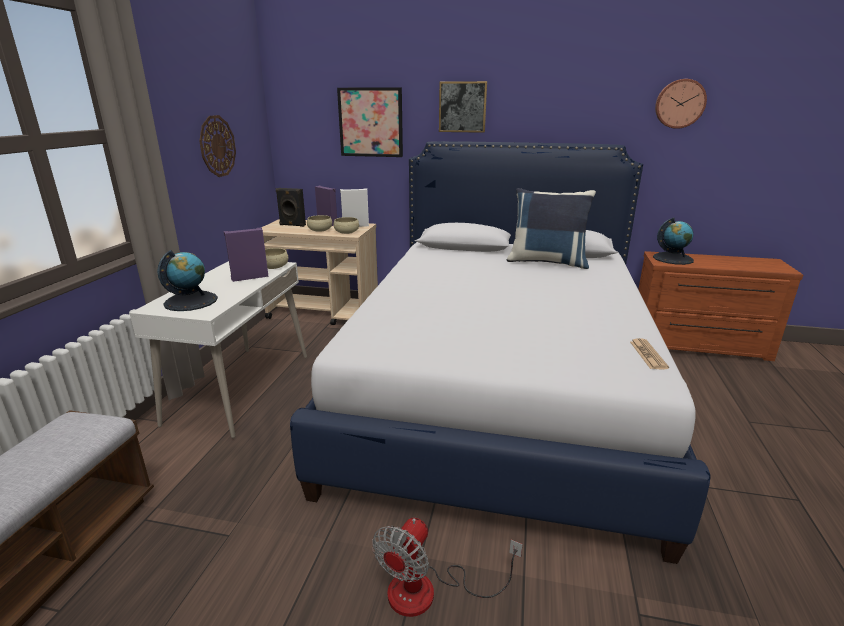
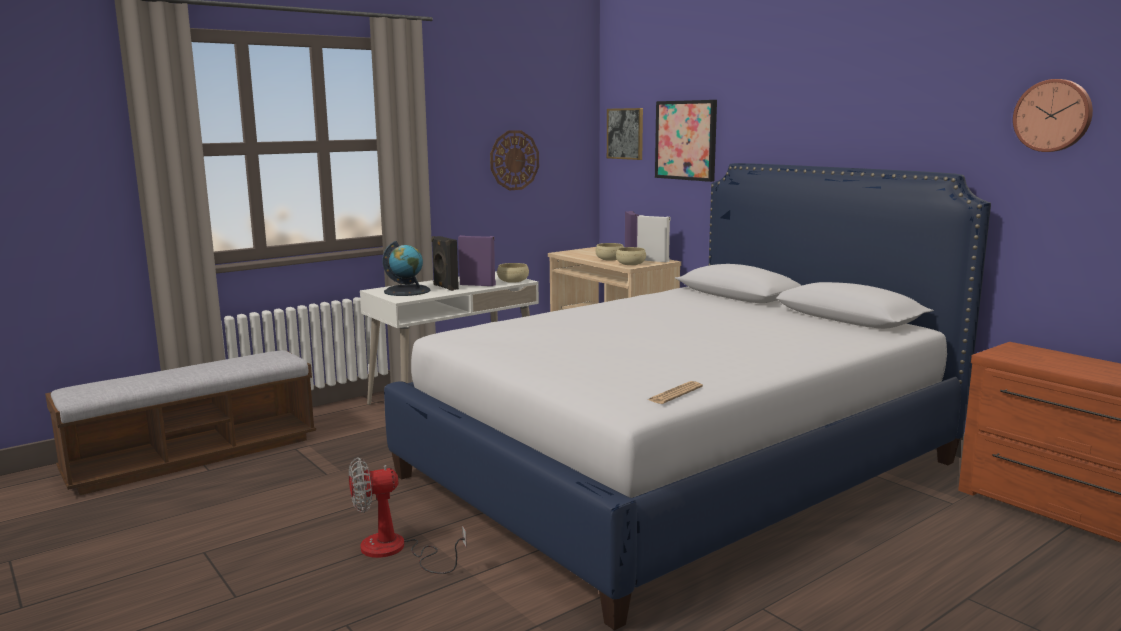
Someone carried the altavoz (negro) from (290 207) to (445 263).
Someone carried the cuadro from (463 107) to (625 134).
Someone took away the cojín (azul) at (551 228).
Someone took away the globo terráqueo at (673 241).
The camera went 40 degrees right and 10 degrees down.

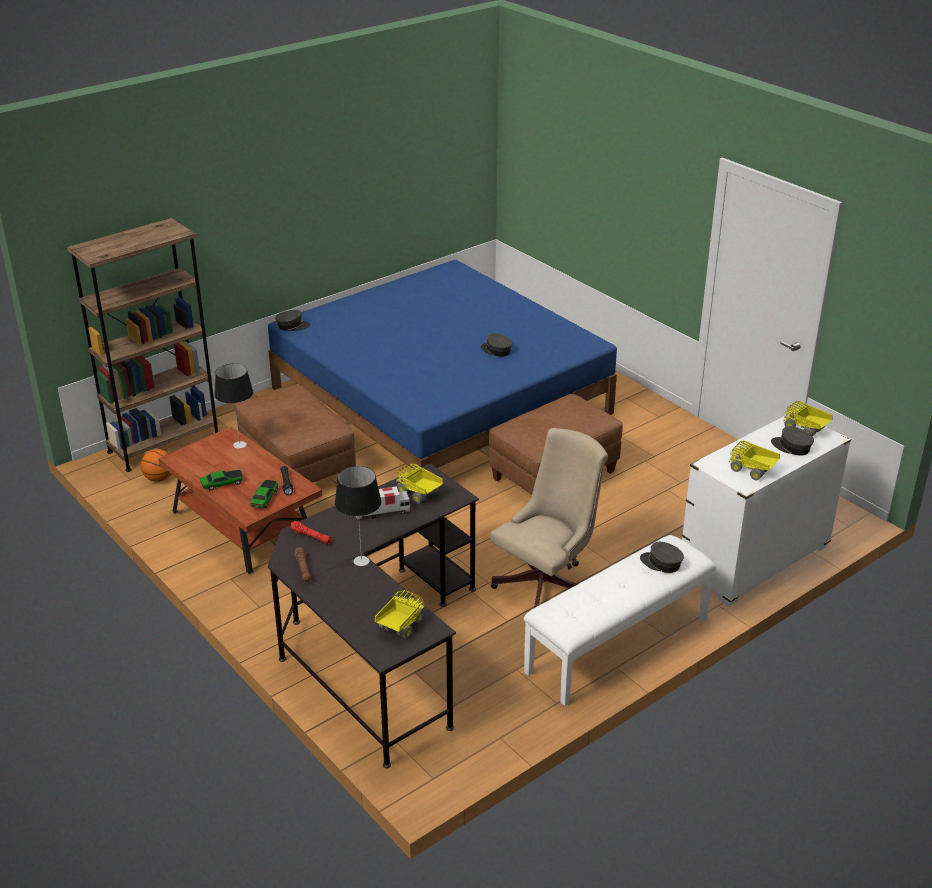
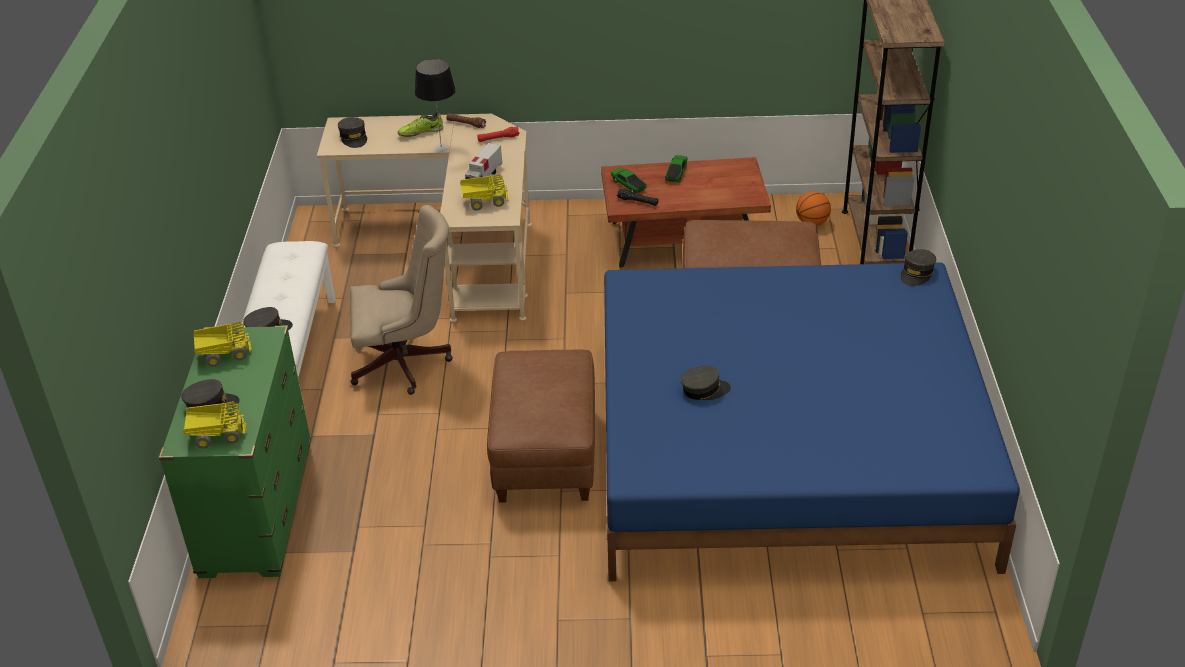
Someone repainted the cómoda (blanco) at (766 510), which became the cómoda (verde) at (235 451).
Someone repainted the escritorio (negro) at (373 615), which became the escritorio (beis) at (424 218).
Someone swapped the camión de juguete at (399 614) for the gorra (gris) at (352 132).
Someone rotated the silla de oficina (beis) at (549 518) by 90 degrees counterclockwise.
Someone put down the zapato at (420 124).
Someone took away the lámpara de mesa at (233 405).
The camera went 130 degrees right and 5 degrees up.

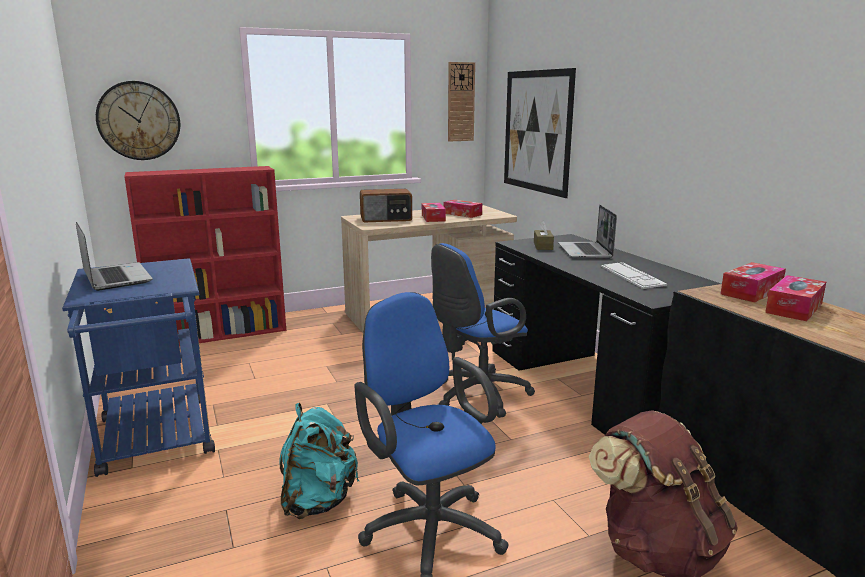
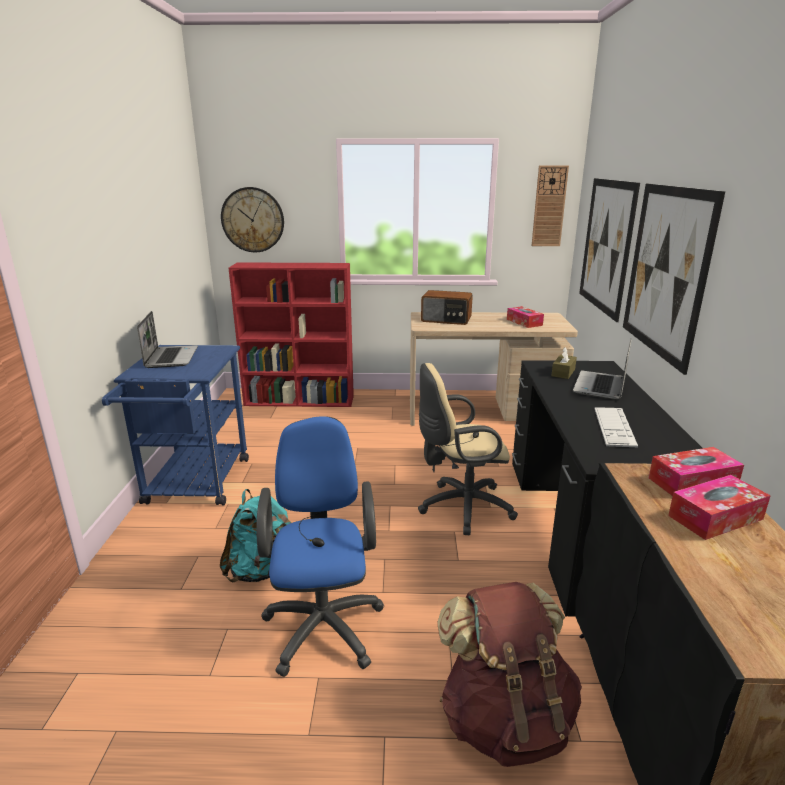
Someone repainted the silla de oficina (azul) at (483 330), which became the silla de oficina (beis) at (468 449).
Someone put up the cuadro at (674 279).
Someone took away the caja de pañuelos at (434 212).
The camera went 25 degrees right and 5 degrees up.

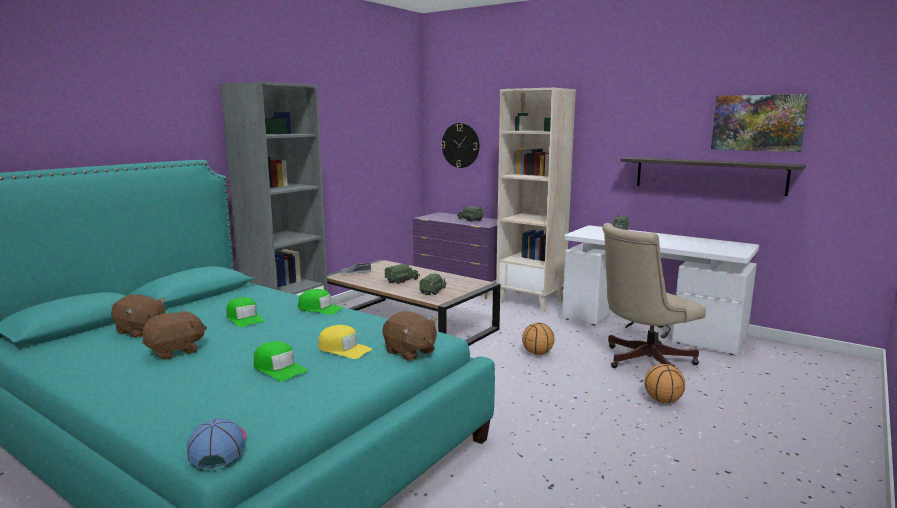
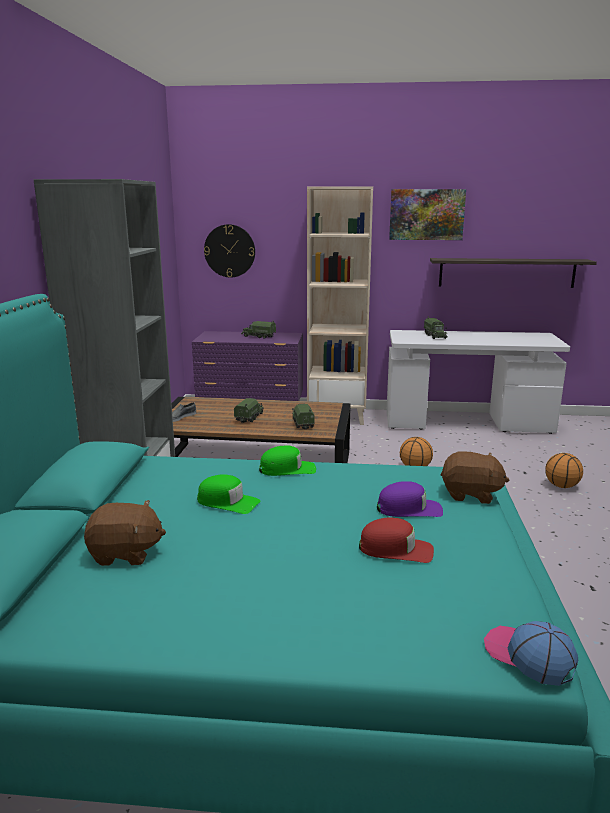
Someone repainted the gorra (verde) at (281 361), which became the gorra (rojo) at (396 540).
Someone repainted the gorra (amarillo) at (345 342), which became the gorra (morado) at (410 499).
Someone carried the cuadro from (760 123) to (427 214).
Someone took away the peluche (marrón) at (174 335).
Someone took away the silla de oficina (beis) at (654 295).
The camera went 30 degrees left and 5 degrees up.

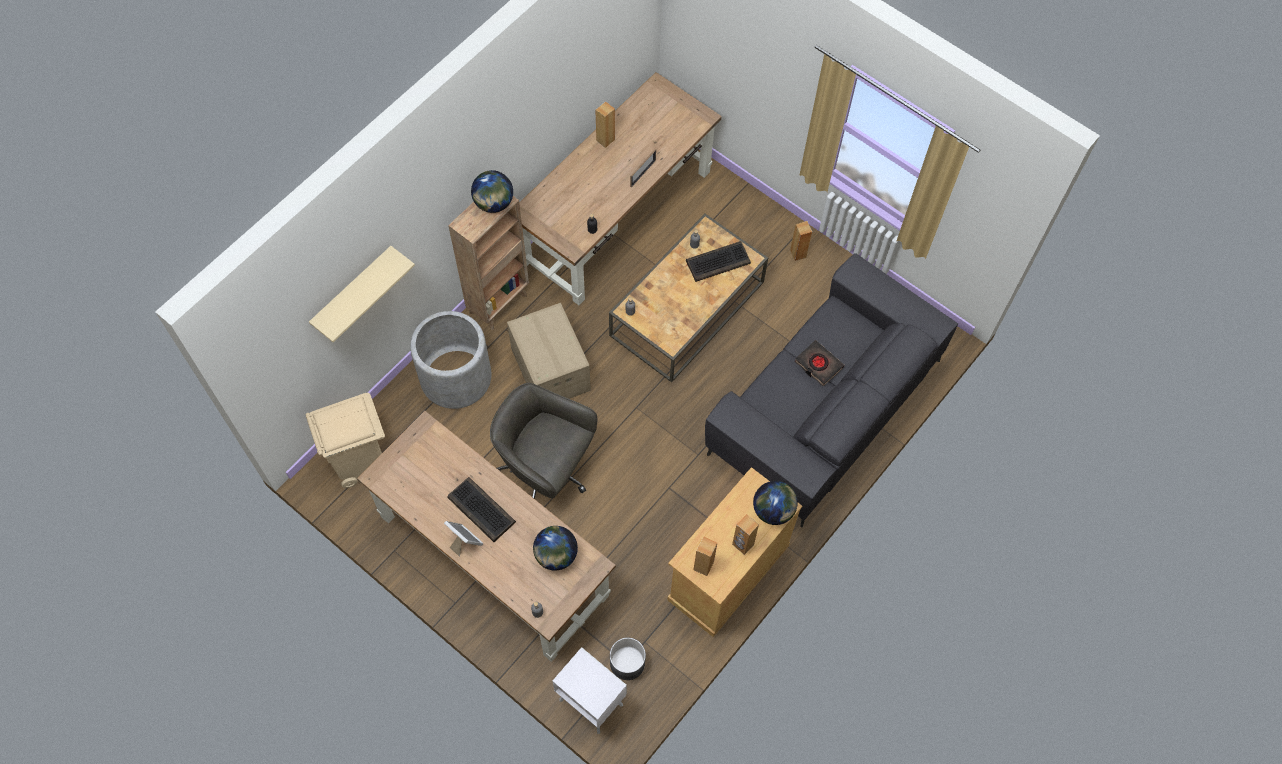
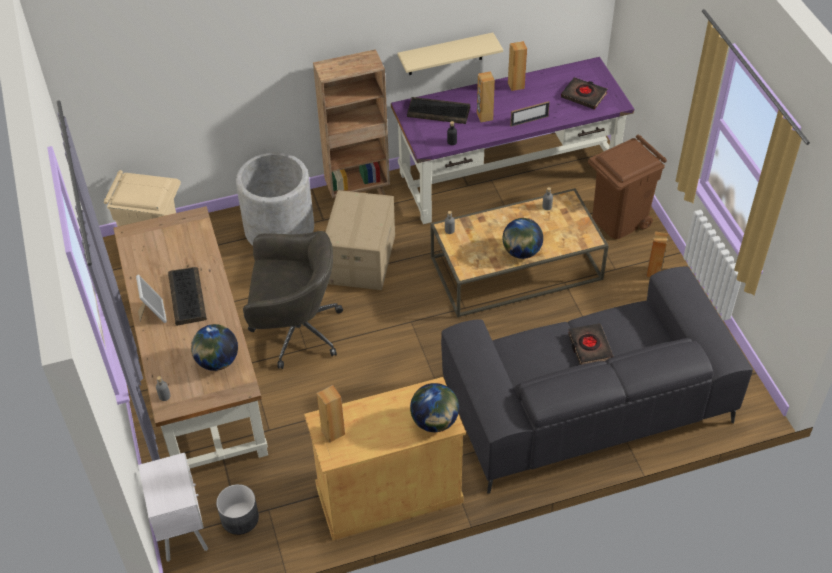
Someone rotated the silla de oficina (gris) at (543 441) by 120 degrees clockwise.
Someone repainted the escritorio (marrón) at (620 188), which became the escritorio (morado) at (512 140).
Someone carried the estante (beis) from (362 294) to (450 54).
Someone carried the teclado from (718 261) to (438 110).
Someone carried the altavoz (marrón) from (745 534) to (486 96).
Someone carried the globo terráqueo from (492 191) to (523 238).
Someone put down the libro (negro) at (584 93).
Someone put down the papelera (marrón) at (627 187).
The camera went 35 degrees right and 15 degrees down.

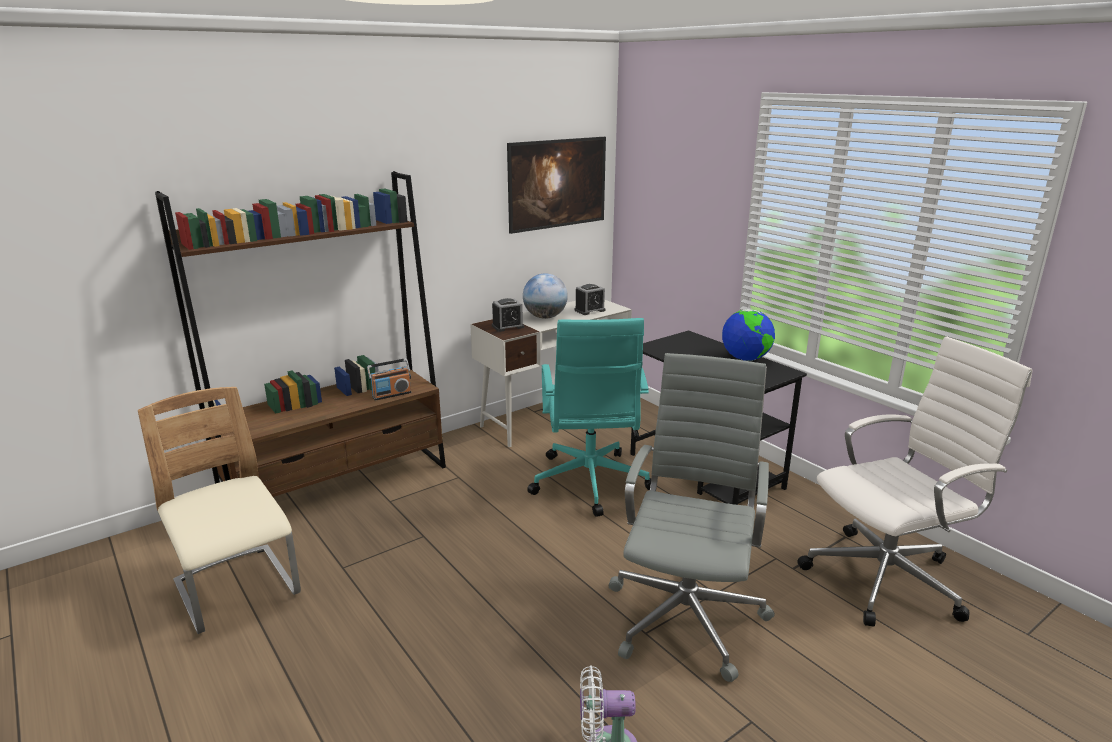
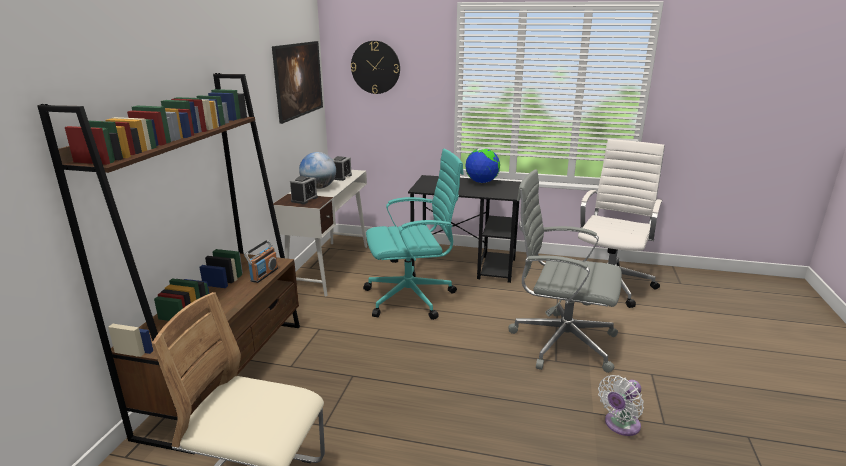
Someone put up the reloj de pared at (375 67).
Someone rotated the silla de oficina (turquesa) at (589 417) by 60 degrees counterclockwise.
Someone rotated the silla de oficina (gris) at (692 517) by 45 degrees counterclockwise.
The camera went 40 degrees left and 0 degrees up.

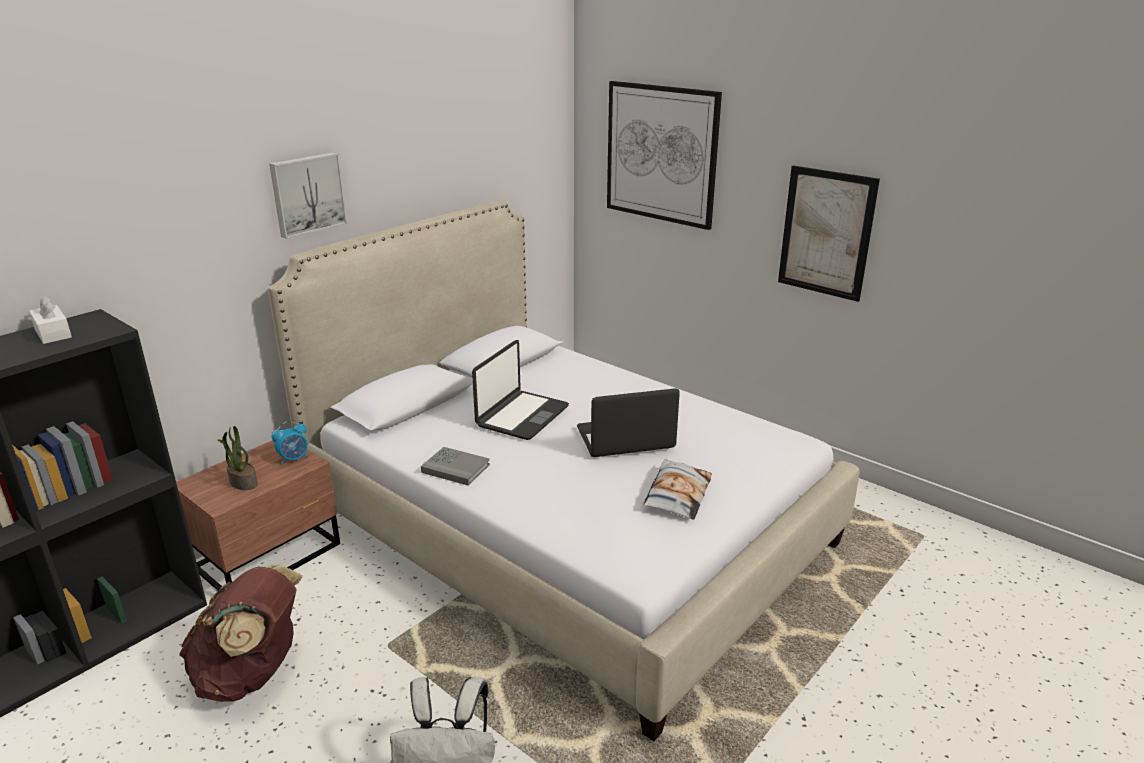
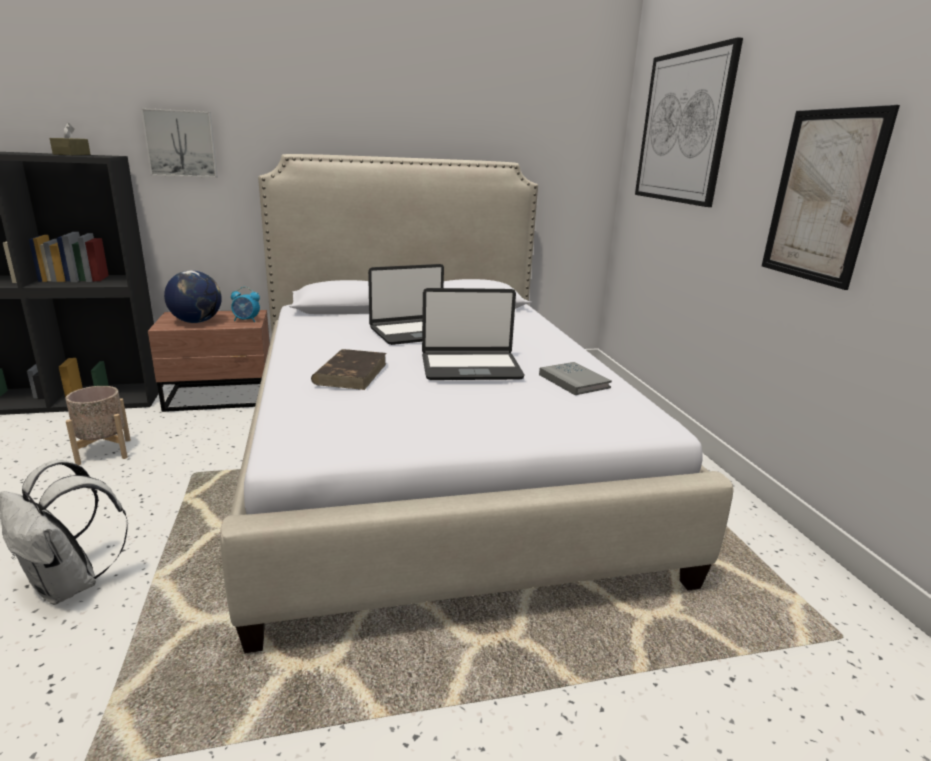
Someone repainted the caja de pañuelos (blanco) at (50 319), which became the caja de pañuelos (marrón) at (70 138).
Someone swapped the mochila (marrón) at (241 633) for the maceta (beis) at (98 425).
Someone carried the cuadro from (308 195) to (179 143).
Someone swapped the planta en maceta at (238 458) for the globo terráqueo at (193 296).
Someone put down the libro (marrón) at (349 369).
Someone rotated the portátil at (628 422) by 150 degrees clockwise.
Someone carried the libro (gris) from (455 466) to (575 378).
Someone took away the cojín at (677 489).
The camera went 35 degrees right and 5 degrees down.

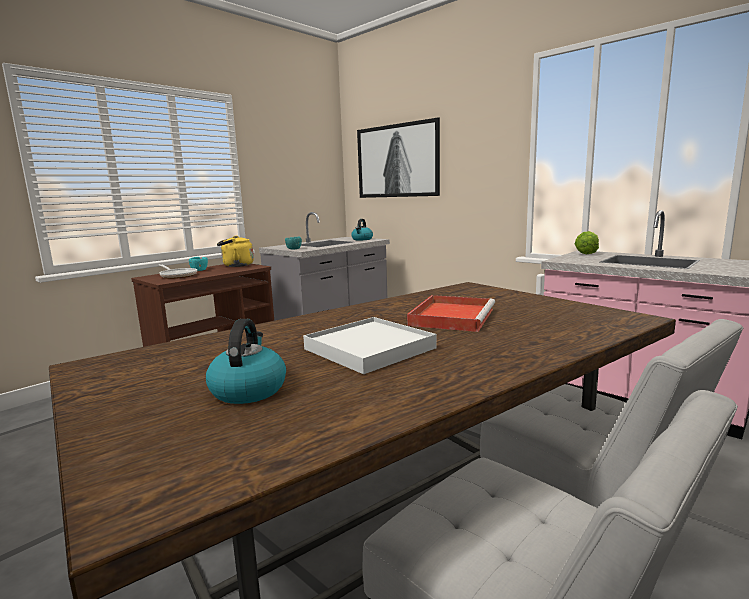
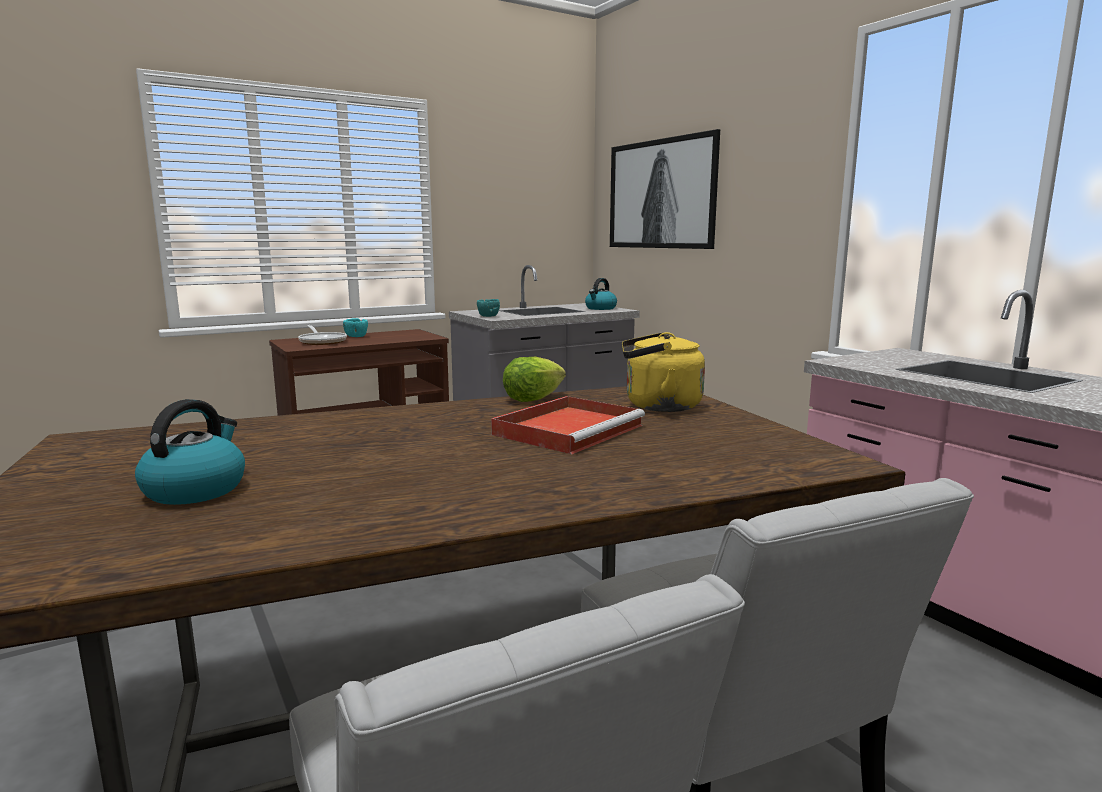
Someone carried the lechuga from (587 242) to (534 379).
Someone carried the hervidor (amarillo) from (235 251) to (663 372).
Someone took away the bandeja (blanco) at (370 345).
The camera went 15 degrees right and 0 degrees up.

